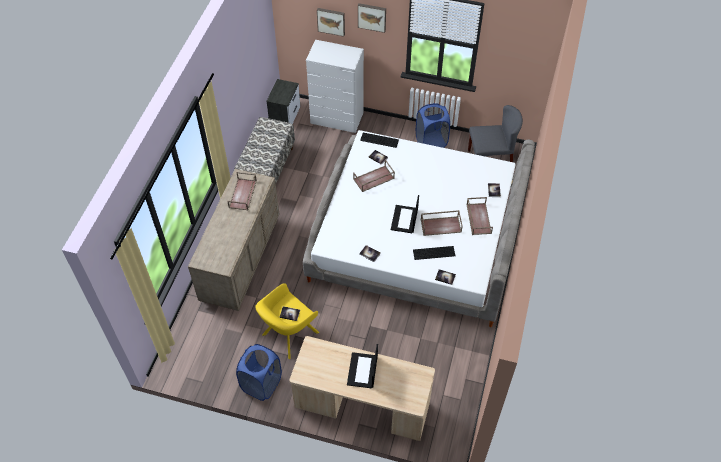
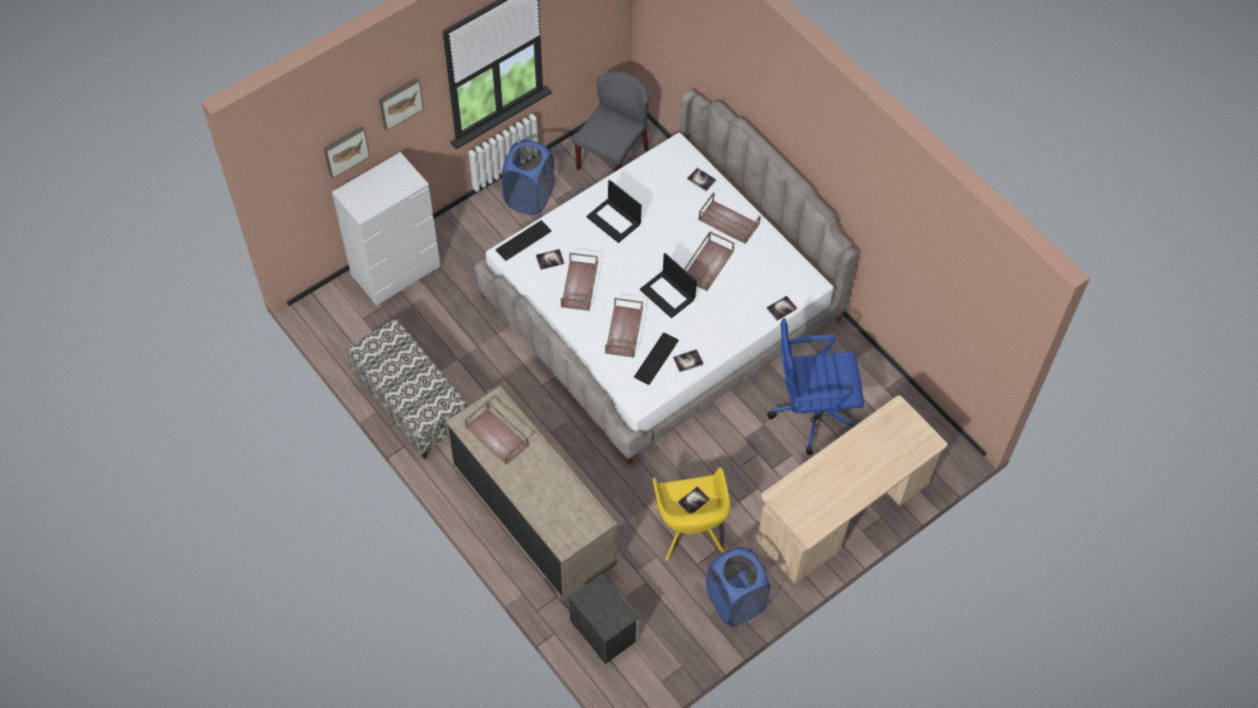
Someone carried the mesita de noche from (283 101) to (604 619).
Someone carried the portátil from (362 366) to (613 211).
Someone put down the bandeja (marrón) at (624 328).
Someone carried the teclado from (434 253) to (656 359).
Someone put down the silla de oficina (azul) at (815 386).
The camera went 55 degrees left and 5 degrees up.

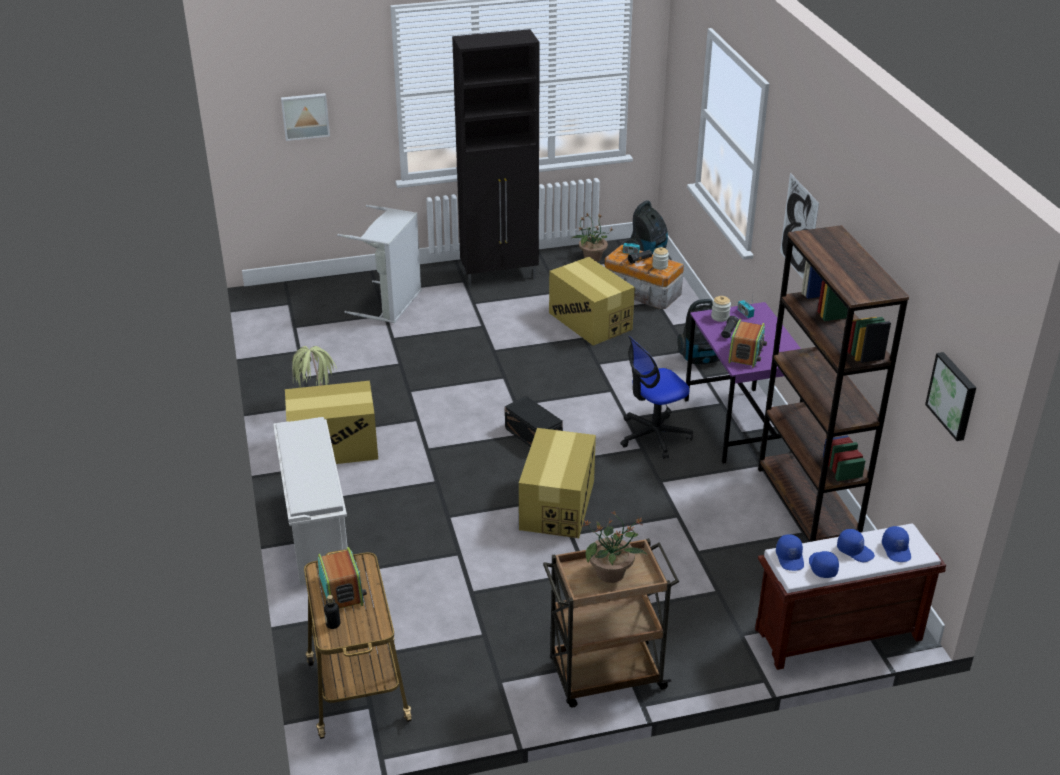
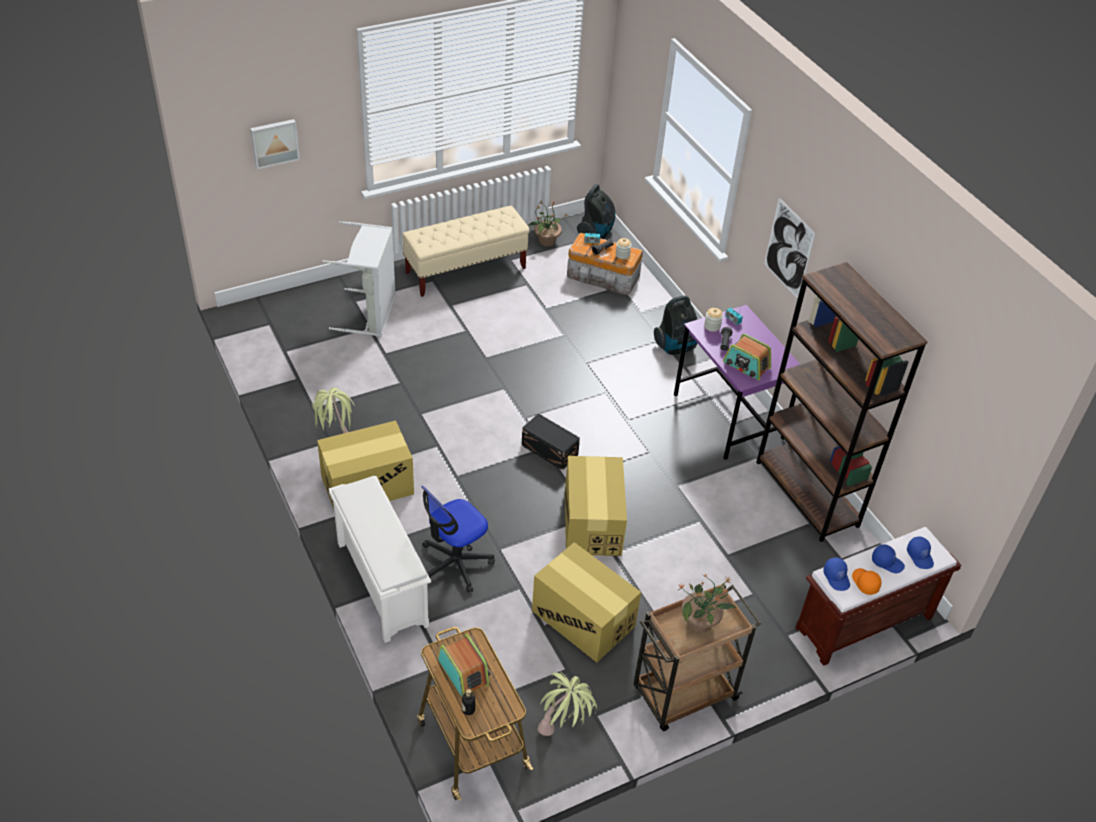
Someone swapped the armario (negro) at (496 158) for the banco (beis) at (465 251).
Someone carried the silla de oficina from (656 397) to (458 539).
Someone carried the caja de cartón from (592 301) to (586 602).
Someone put down the planta en maceta at (567 704).
Someone rotated the radio at (747 343) by 120 degrees clockwise.
Someone repainted the gorra (azul) at (824 564), which became the gorra (naranja) at (867 581).
Someone took away the cuadro at (950 396).
The camera went 15 degrees left and 10 degrees up.

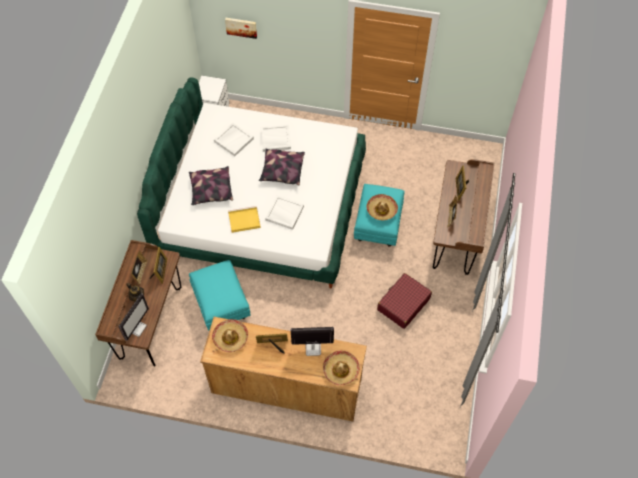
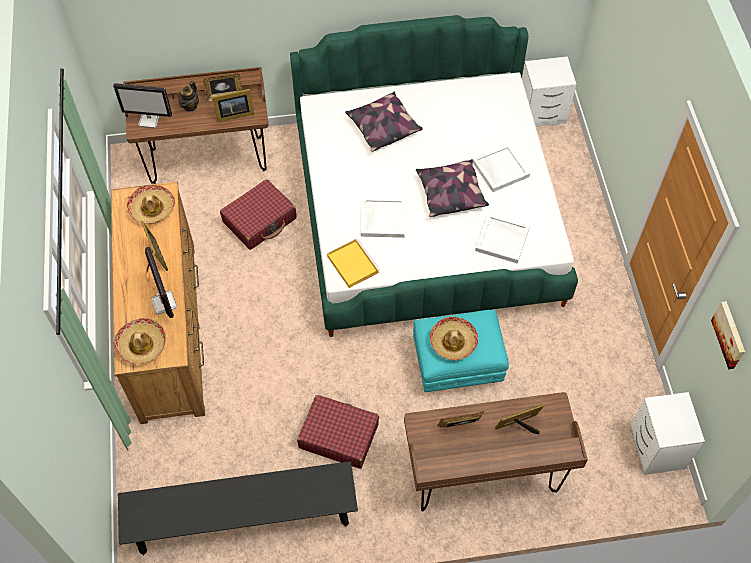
Someone put down the banco (negro) at (238 508).
Someone swapped the puf (turquesa) at (220 295) for the maleta (rojo) at (258 214).
Someone carried the bandeja (amarillo) from (244 219) to (353 263).
Someone carried the bandeja (blanco) from (234 139) to (502 238).
Someone put down the mesita de noche (blanco) at (668 433).
Someone carried the cuadro from (241 28) to (728 335).
The camera went 70 degrees right and 0 degrees up.

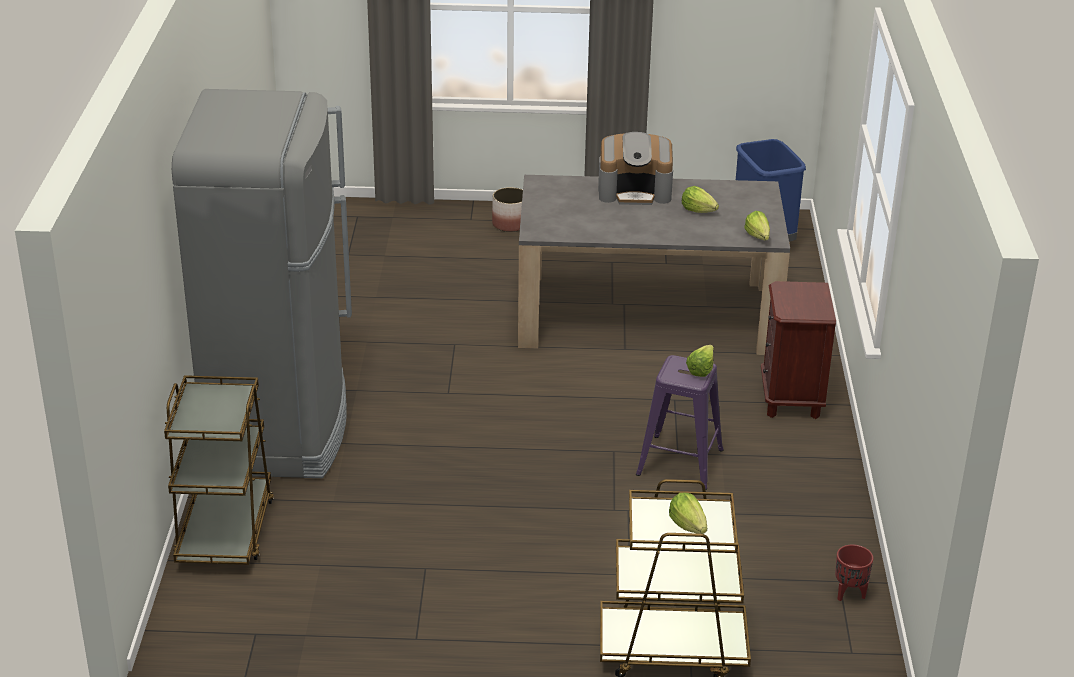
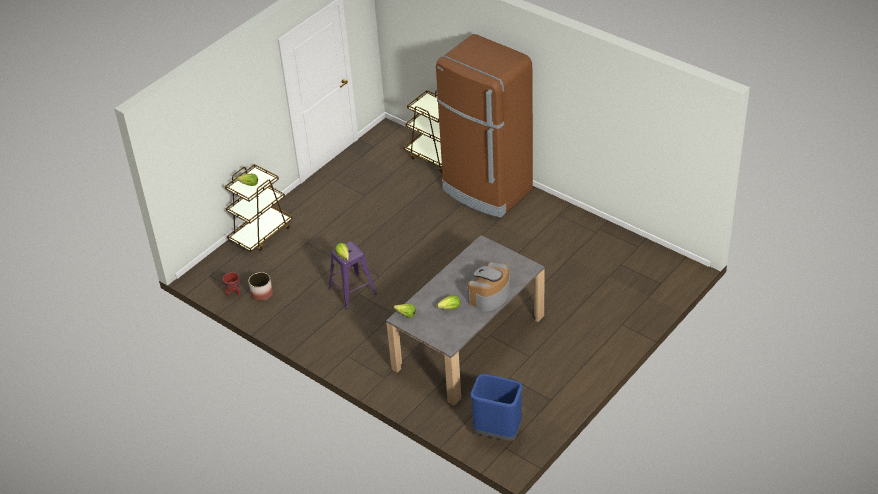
Someone carried the maceta from (507 209) to (260 286).
Someone repainted the nevera (gris) at (262 283), which became the nevera (marrón) at (484 126).
Someone took away the mesita de noche (marrón) at (798 350).
The camera went 130 degrees right and 10 degrees up.

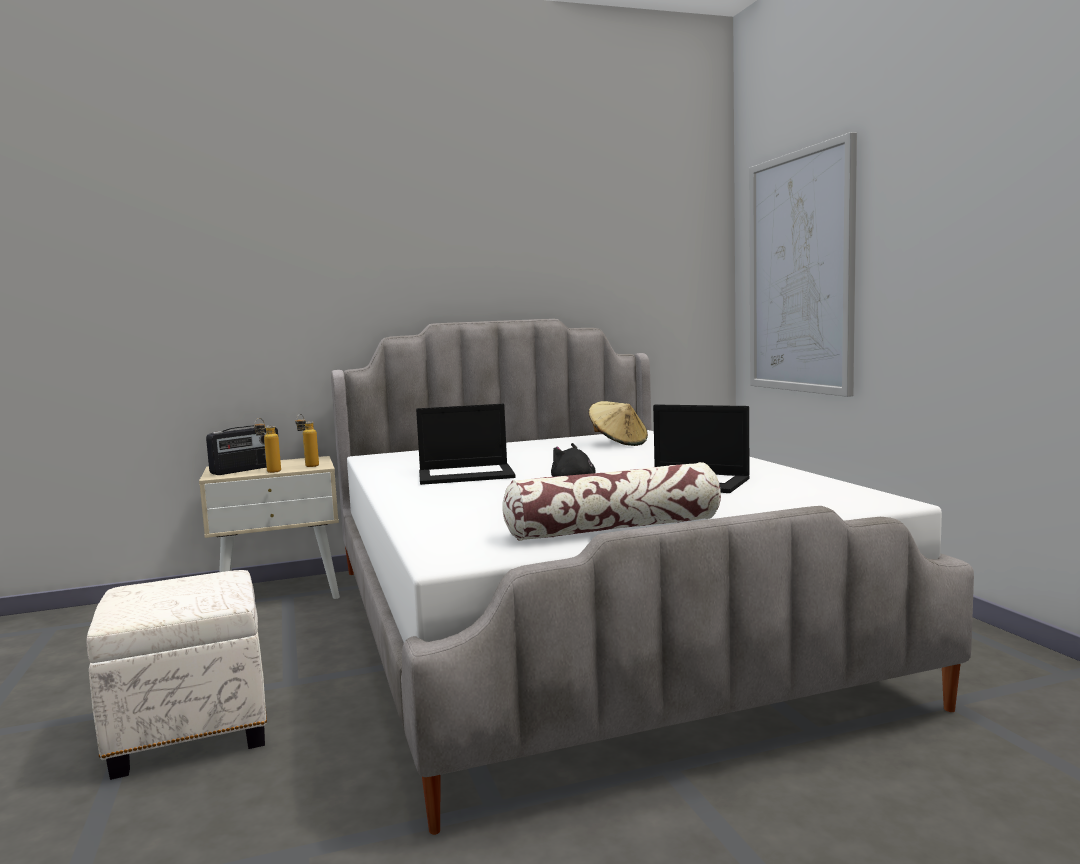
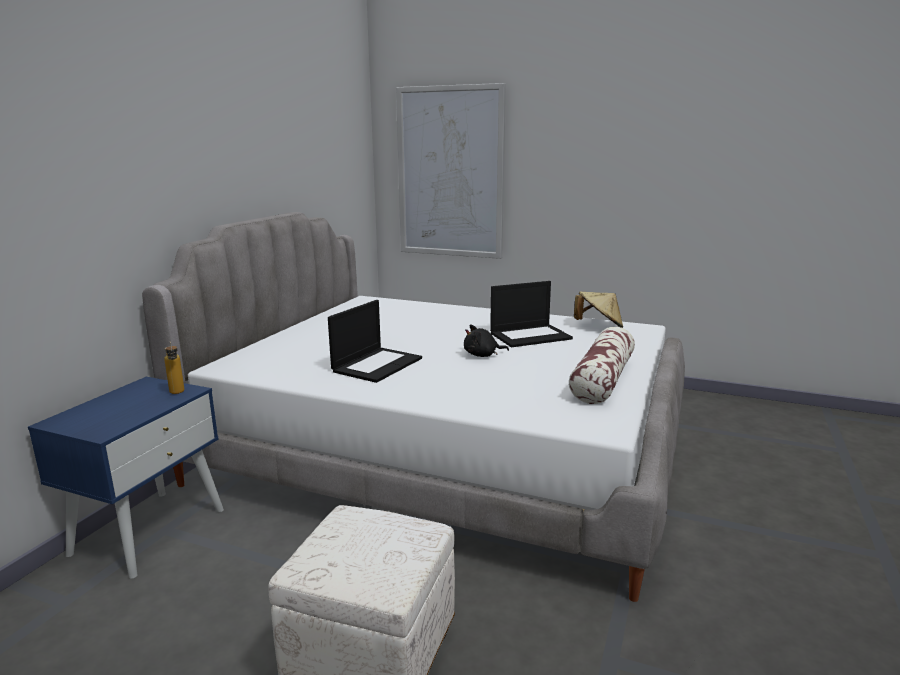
Someone repainted the mesita de noche (beis) at (269 527), which became the mesita de noche (azul) at (126 478).
Someone carried the sombrero (beis) from (618 423) to (598 310).
Someone took away the radio at (242 450).
Someone took away the botella at (267 445).
The camera went 50 degrees left and 10 degrees up.

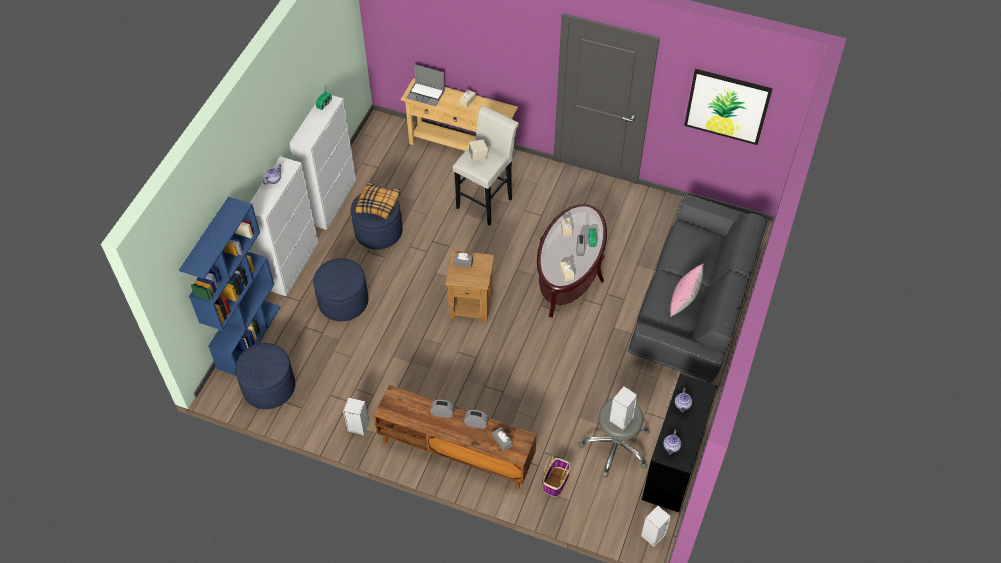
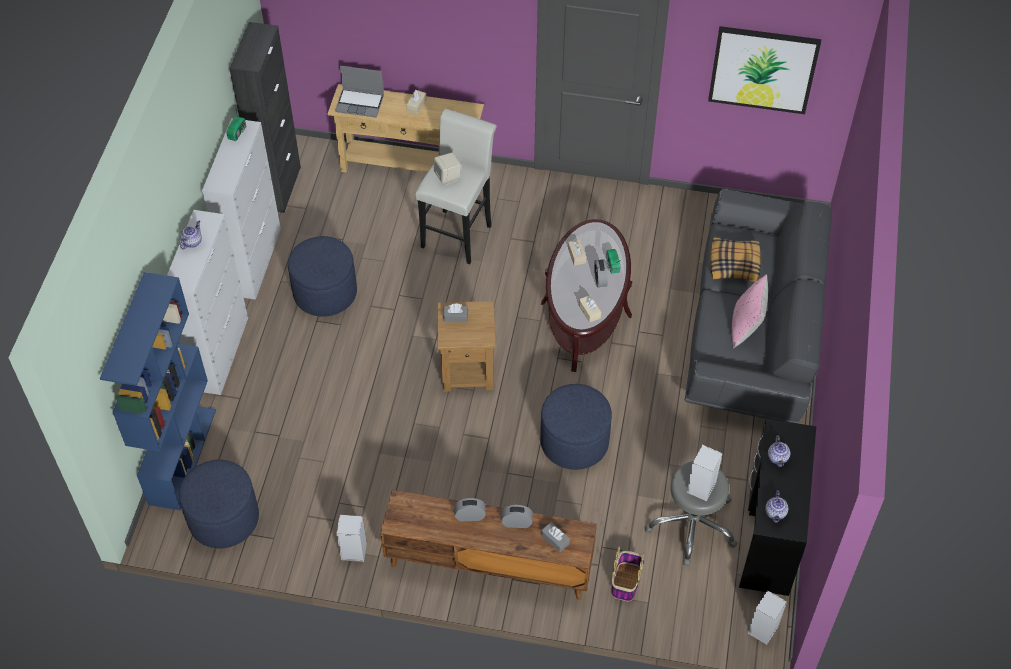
Someone put down the armario (negro) at (265 117).
Someone carried the puf (azul) from (340 289) to (576 427).
Someone carried the cojín from (378 200) to (735 259).
The camera went 10 degrees left and 0 degrees up.

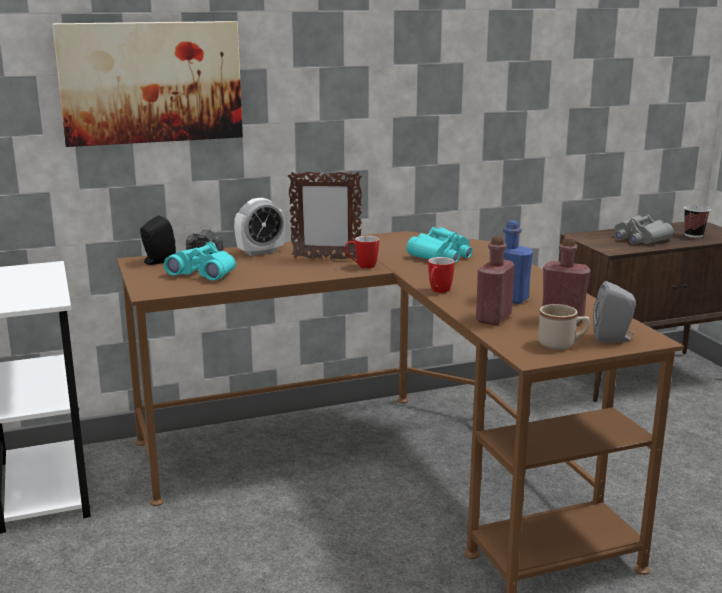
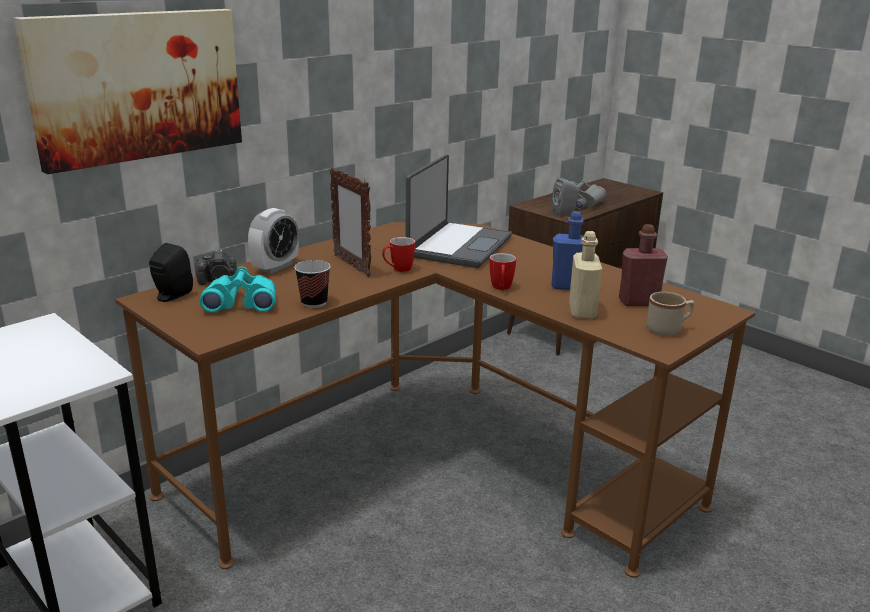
Someone carried the taza from (697 221) to (312 284).
Someone rotated the portarretratos at (325 215) by 75 degrees clockwise.
Someone swapped the prismáticos (turquesa) at (439 245) for the portátil at (459 211).
Someone carried the altavoz (gris) from (614 312) to (565 196).
Someone repainted the botella (rojo) at (495 280), which became the botella (beis) at (585 274).
The camera went 25 degrees left and 5 degrees up.

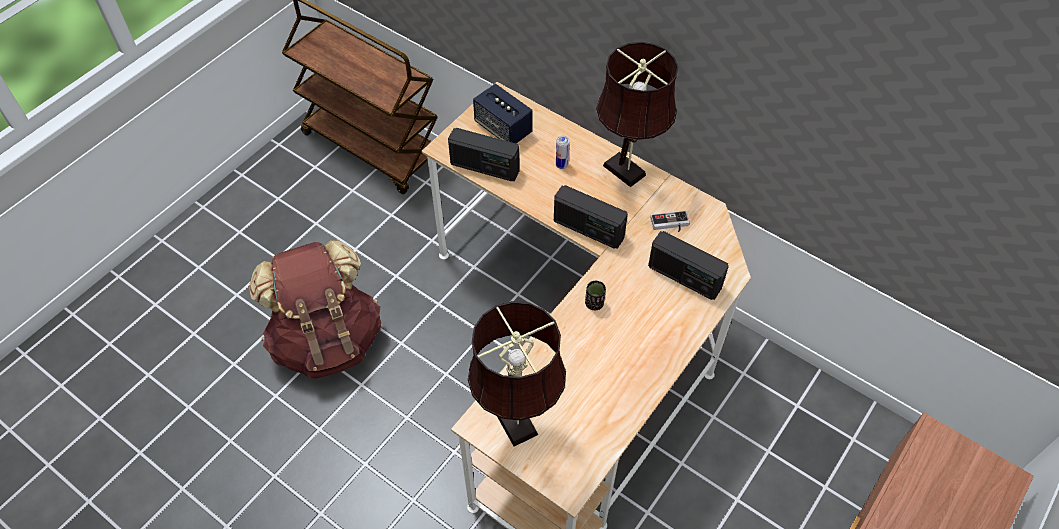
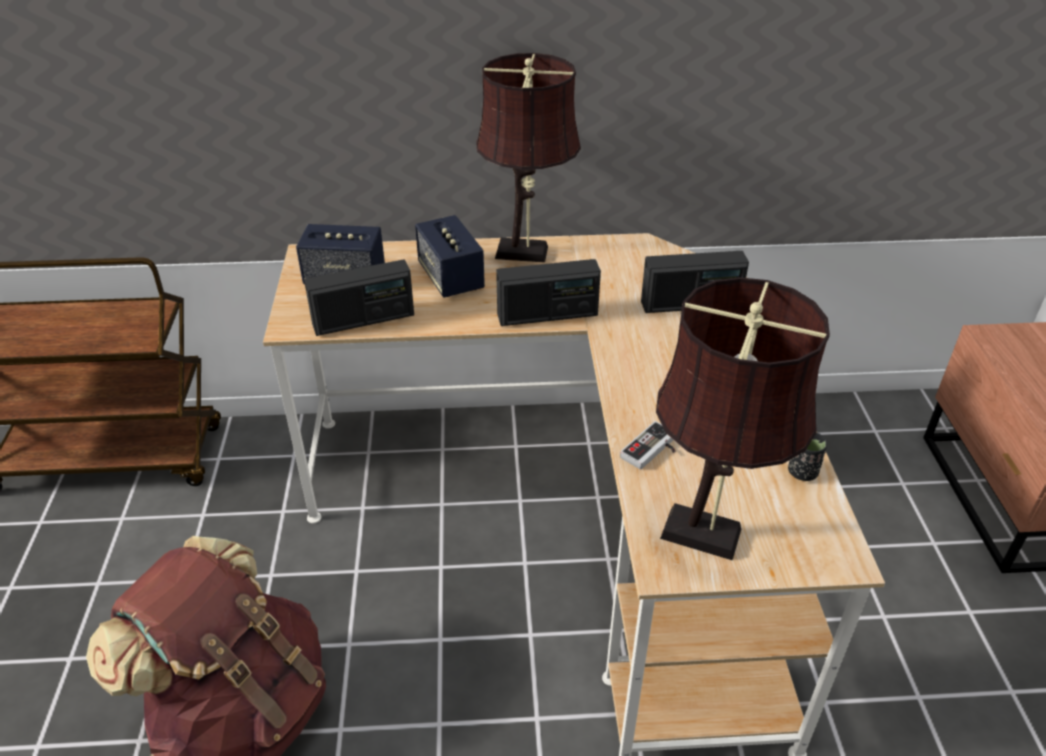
Someone swapped the lata at (563 152) for the altavoz at (450 256).
Someone carried the mando de consola from (670 221) to (647 445).
Someone carried the taza (negro) from (595 295) to (807 457).
The camera went 40 degrees left and 15 degrees down.

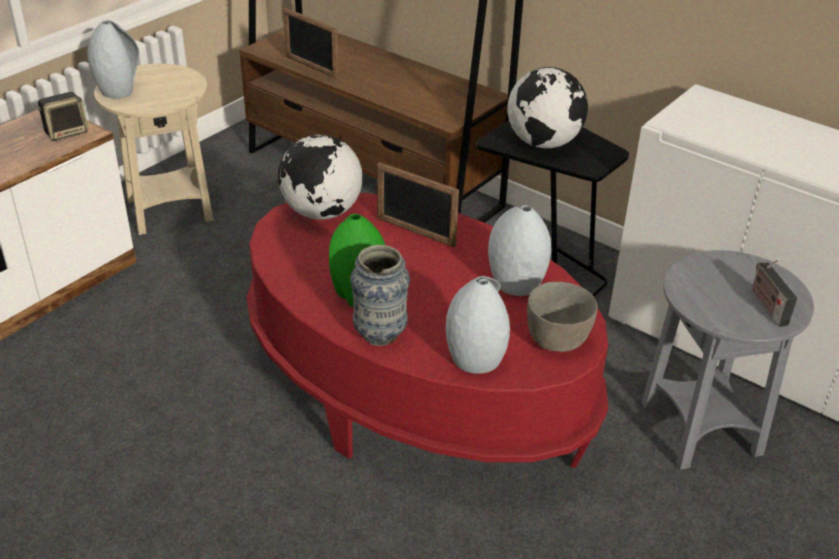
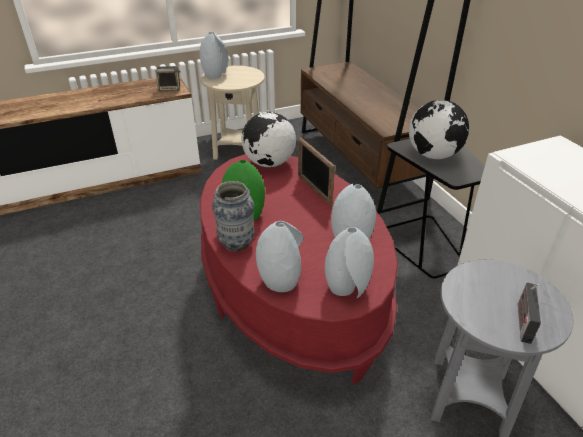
Someone swapped the cuenco (gris) at (562 317) for the florero (gris) at (349 262).
Someone took away the portarretratos at (311 43).
The camera went 30 degrees right and 0 degrees up.

